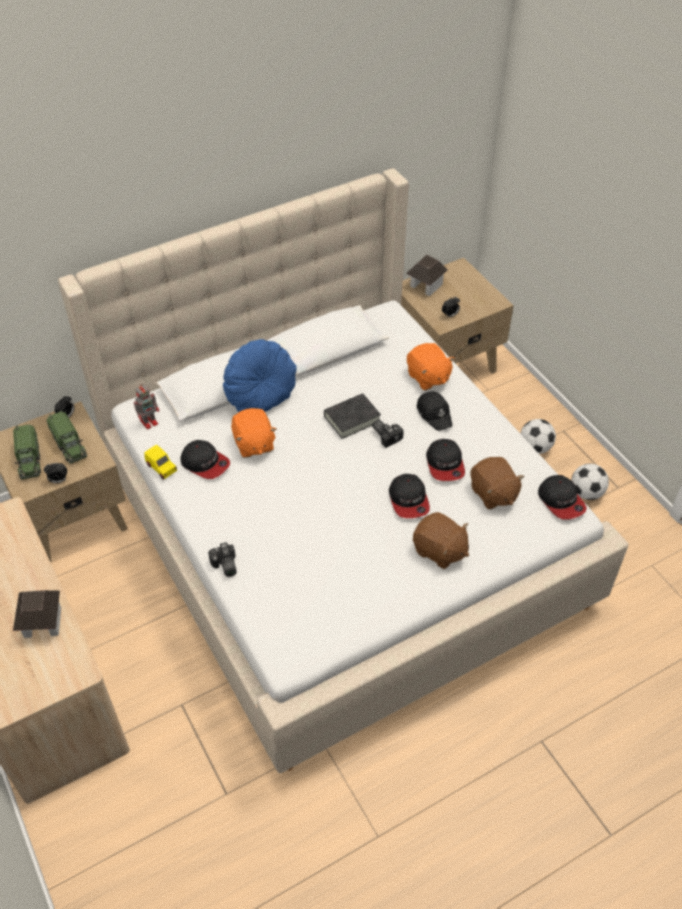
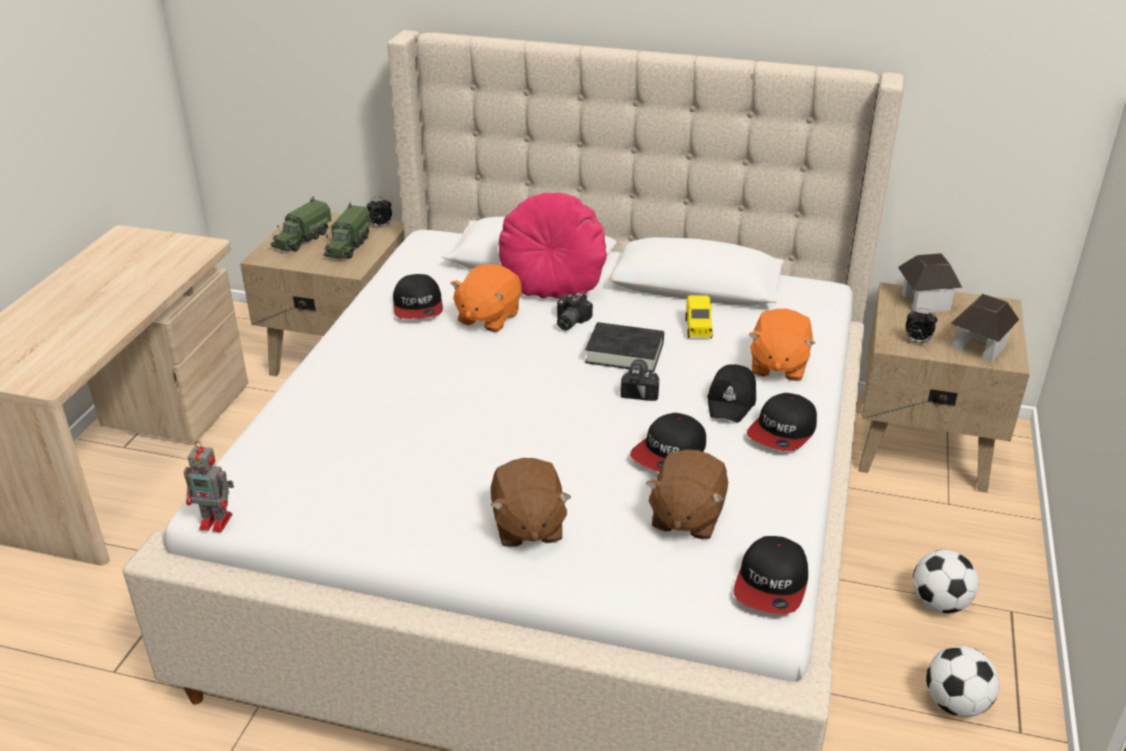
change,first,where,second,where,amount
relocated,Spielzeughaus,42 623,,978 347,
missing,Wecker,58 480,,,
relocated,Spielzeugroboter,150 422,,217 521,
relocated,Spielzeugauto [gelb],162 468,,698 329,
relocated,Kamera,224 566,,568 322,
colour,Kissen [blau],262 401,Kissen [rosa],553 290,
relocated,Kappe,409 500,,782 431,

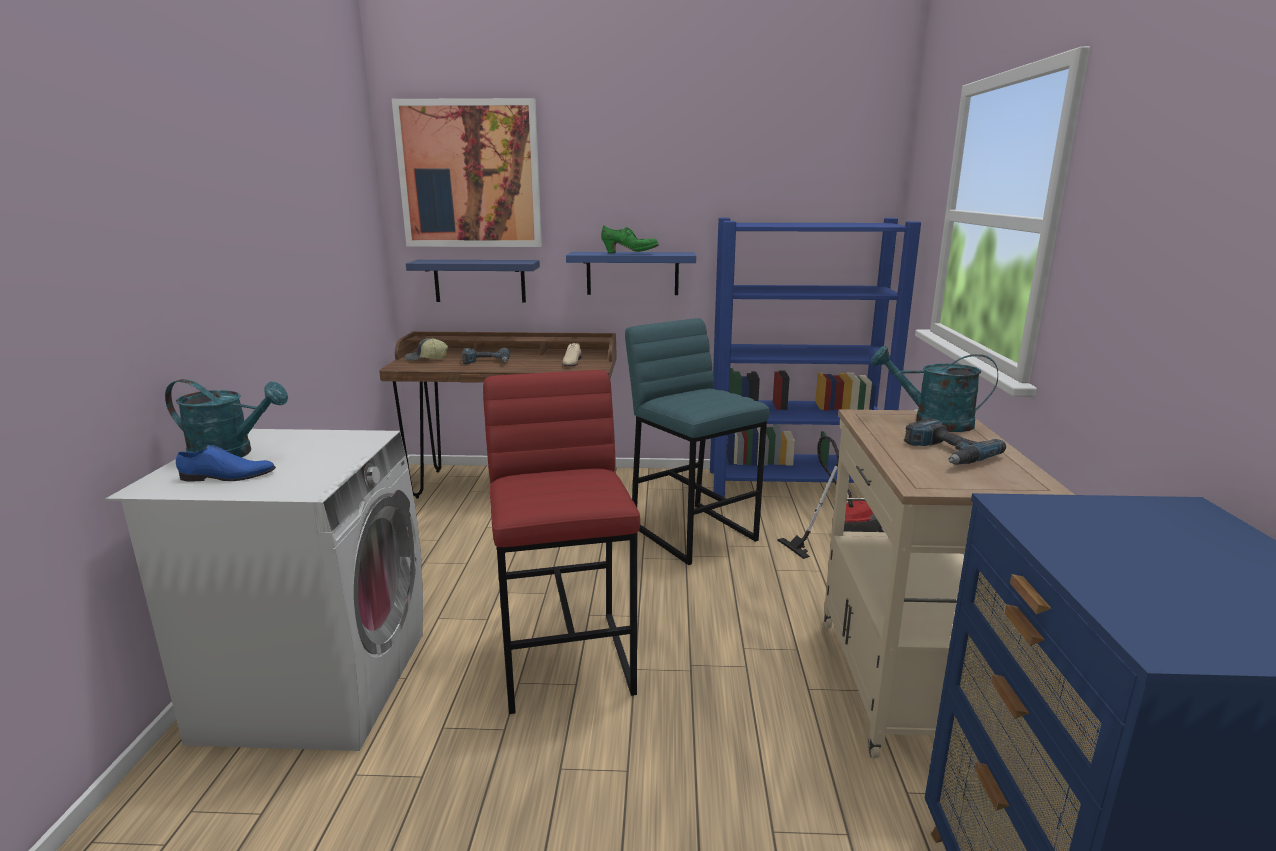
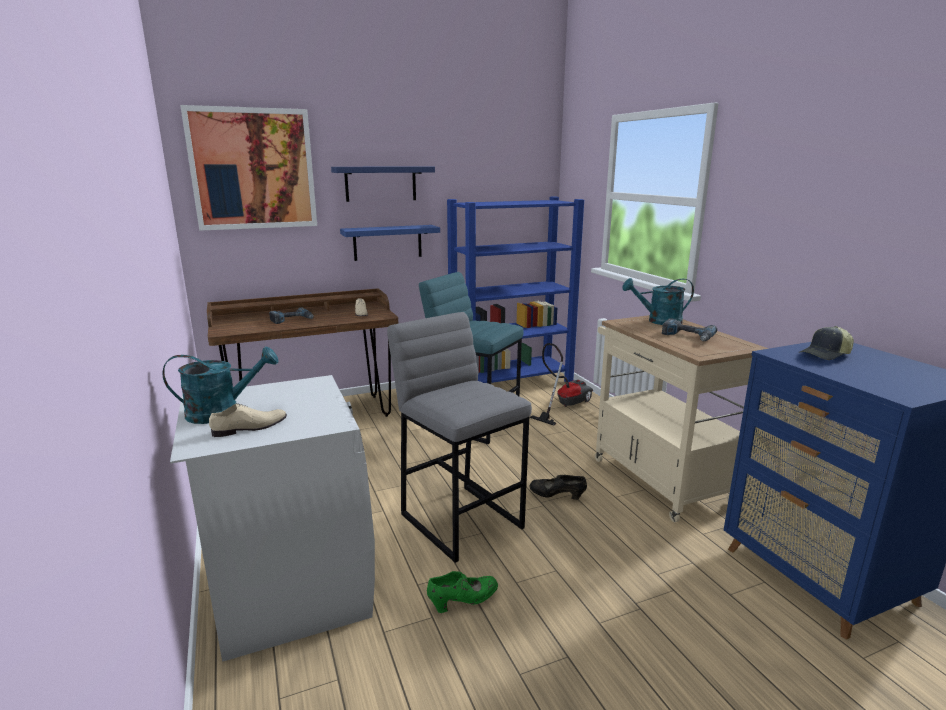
change,first,where,second,where,amount
colour,Schuh [blau],227 476,Schuh [beige],250 427,
relocated,Kappe,426 359,,826 355,
relocated,Wandregal [blau],479 281,,380 183,
colour,Hocker [rot],564 657,Hocker [grau],459 519,
relocated,Schuh [grün],629 253,,463 602,
appeared,,,Schuh [schwarz],557 496,

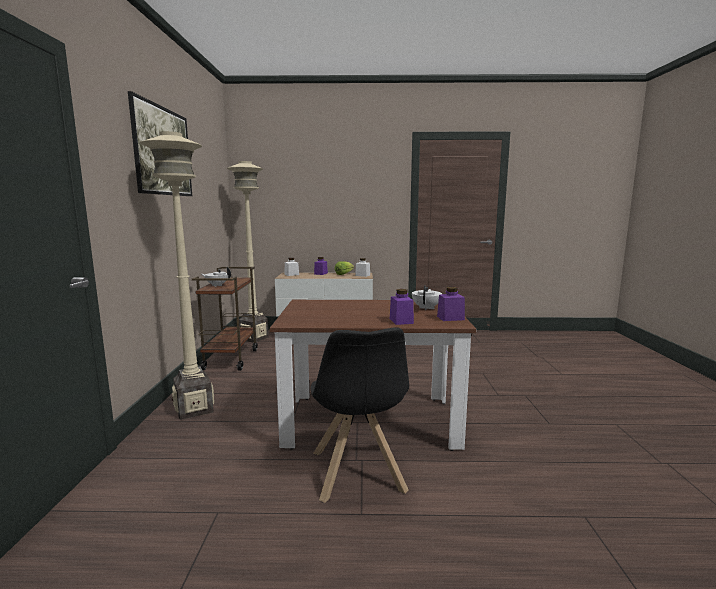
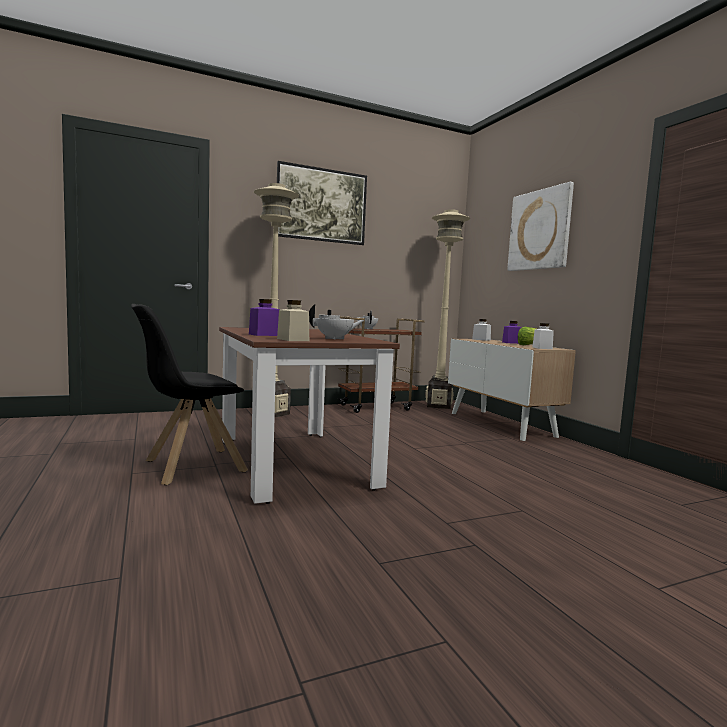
change,first,where,second,where,amount
colour,Vorratsglas [lila],450 318,Vorratsglas [beige],293 339,
appeared,,,Bild,540 230,

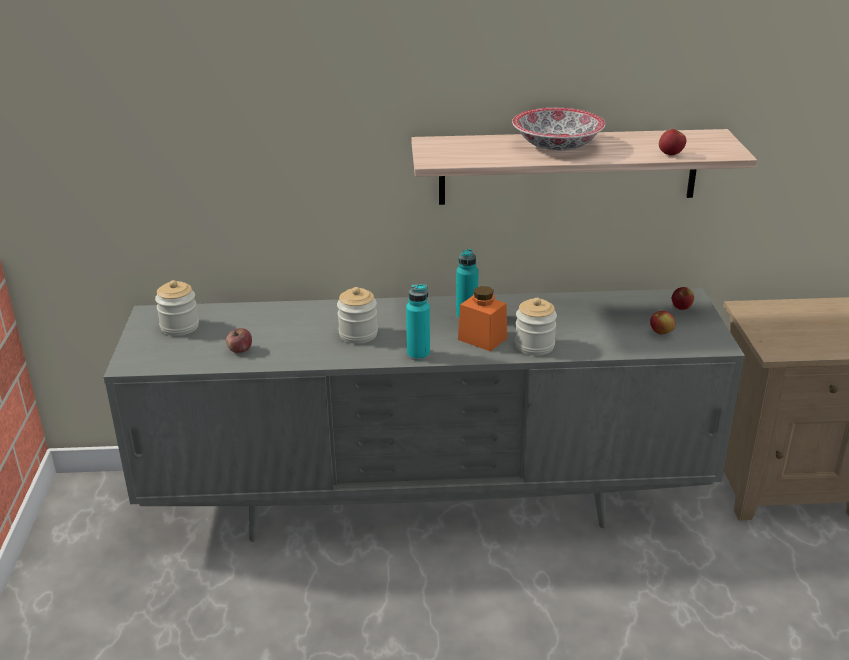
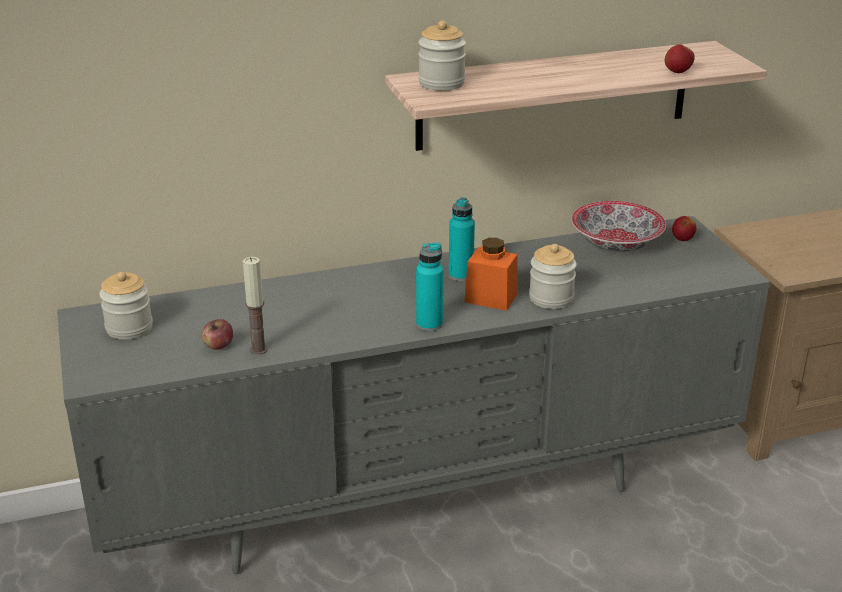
change,first,where,second,where,amount
relocated,Vorratsglas,358 334,,441 83,
relocated,Schüssel,556 146,,615 243,
missing,Apfel,661 333,,,
appeared,,,Kerze,258 349,

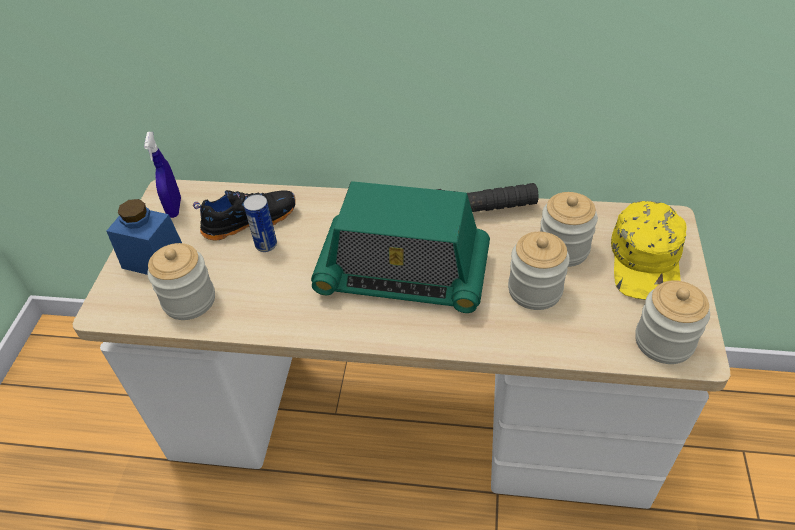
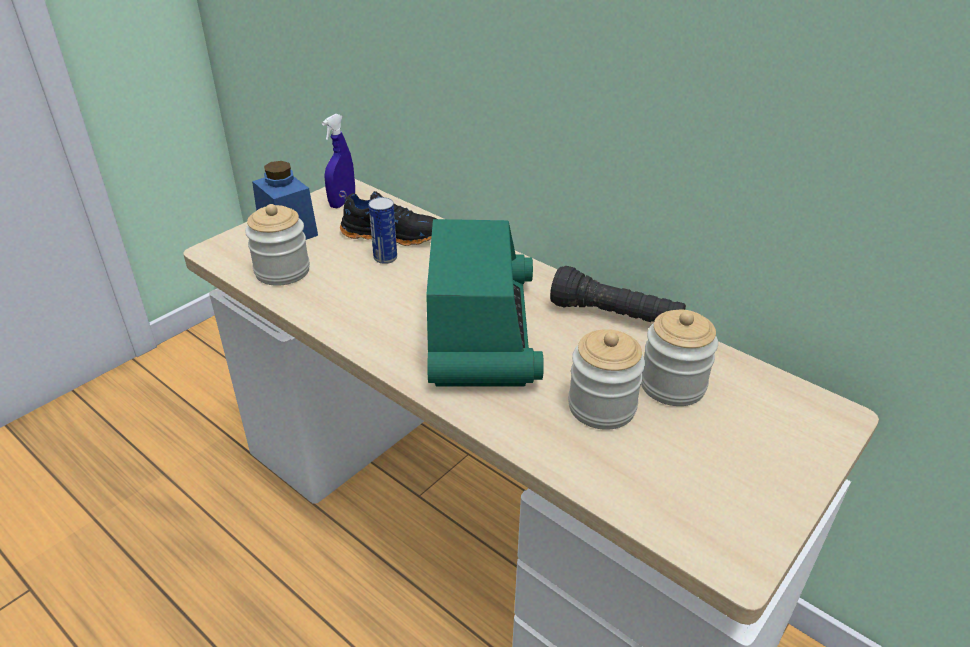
change,first,where,second,where,amount
spun,Radio,402 274,,481 332,135 degrees counterclockwise
missing,Kappe [gelb],647 261,,,
missing,Vorratsglas,664 341,,,

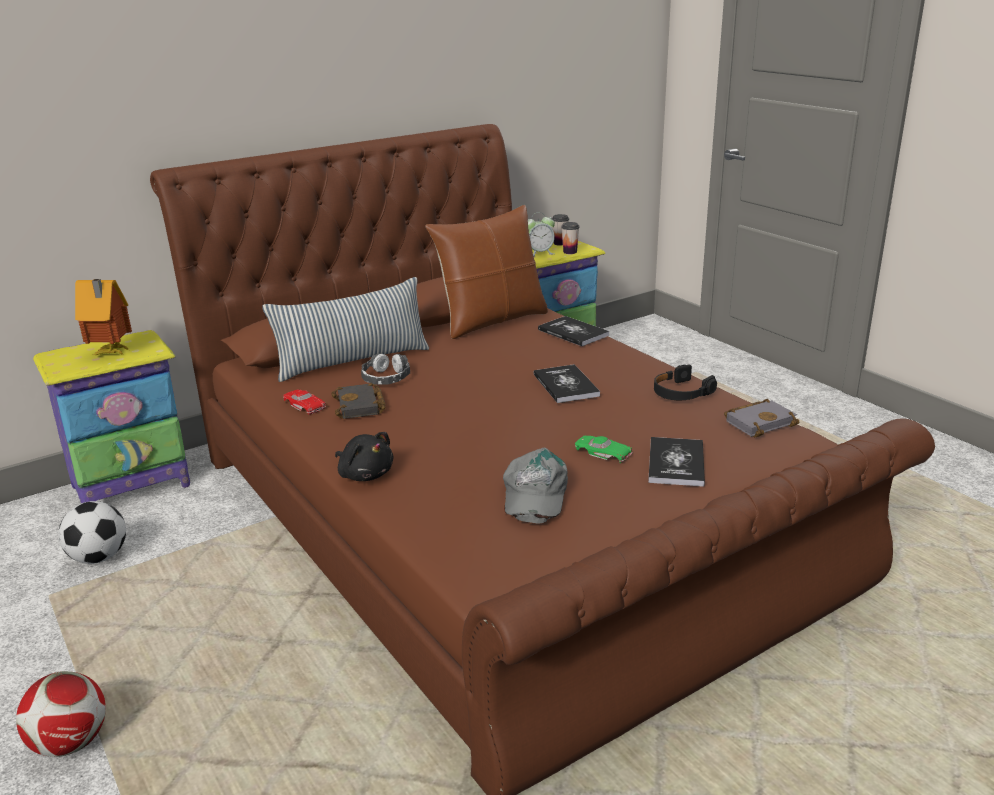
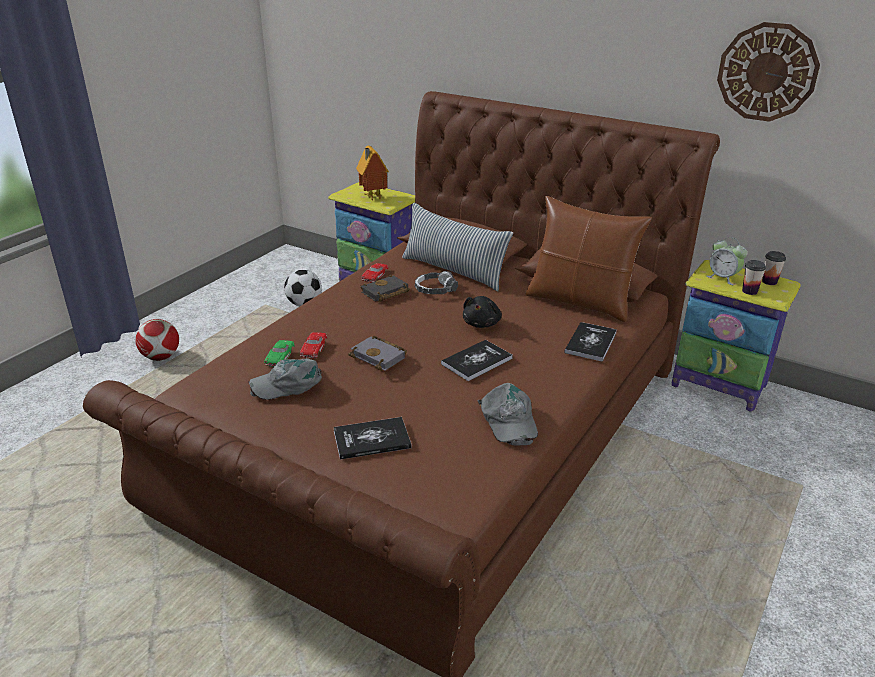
change,first,where,second,where,amount
relocated,Plüschtier [schwarz],365 474,,482 323,
relocated,Spielzeugauto [grün],603 452,,280 356,
exchanged,Kopfhörer [schwarz],681 392,Kappe [grau],508 421,
relocated,Buch [grau],760 422,,380 357,
appeared,,,Spielzeugauto [rot],314 348,
appeared,,,Wanduhr,767 72,

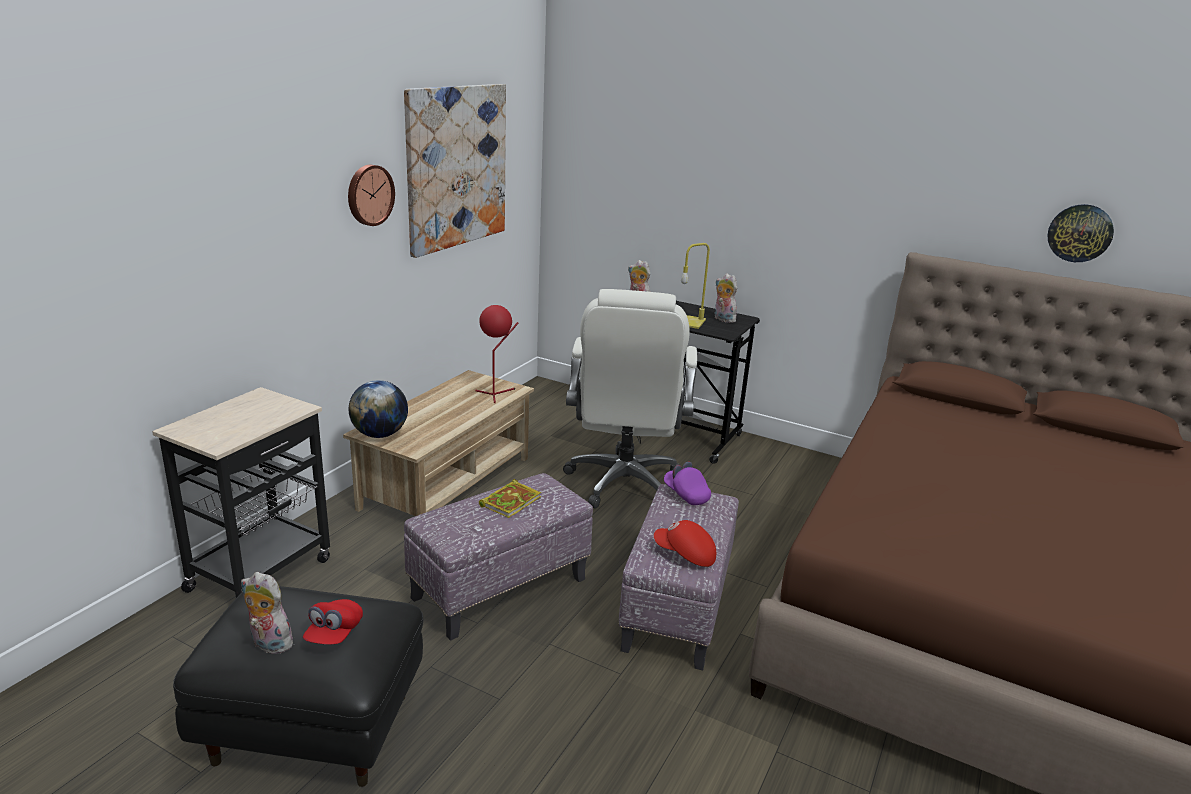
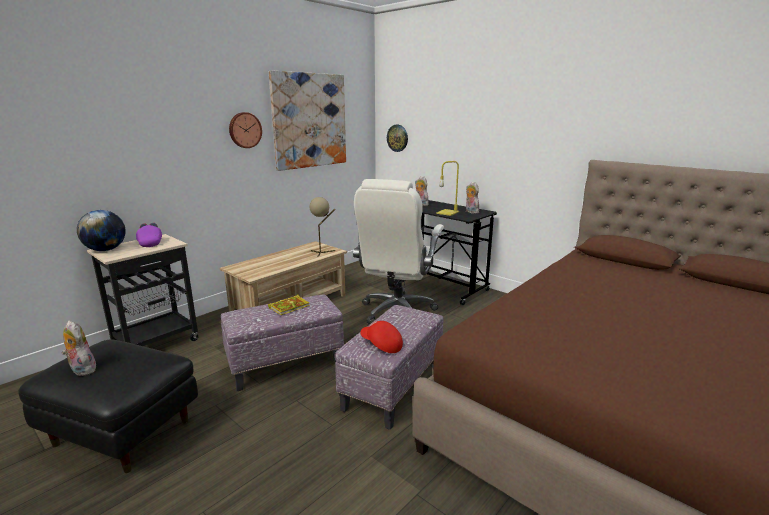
change,first,where,second,where,amount
missing,Kappe [rot],334 634,,,
relocated,Globus,380 434,,106 250,
colour,Tischlampe [rot],496 394,Tischlampe [beige],322 252,
relocated,Kappe [lila],686 494,,150 243,
relocated,Wanduhr,1080 233,,397 138,

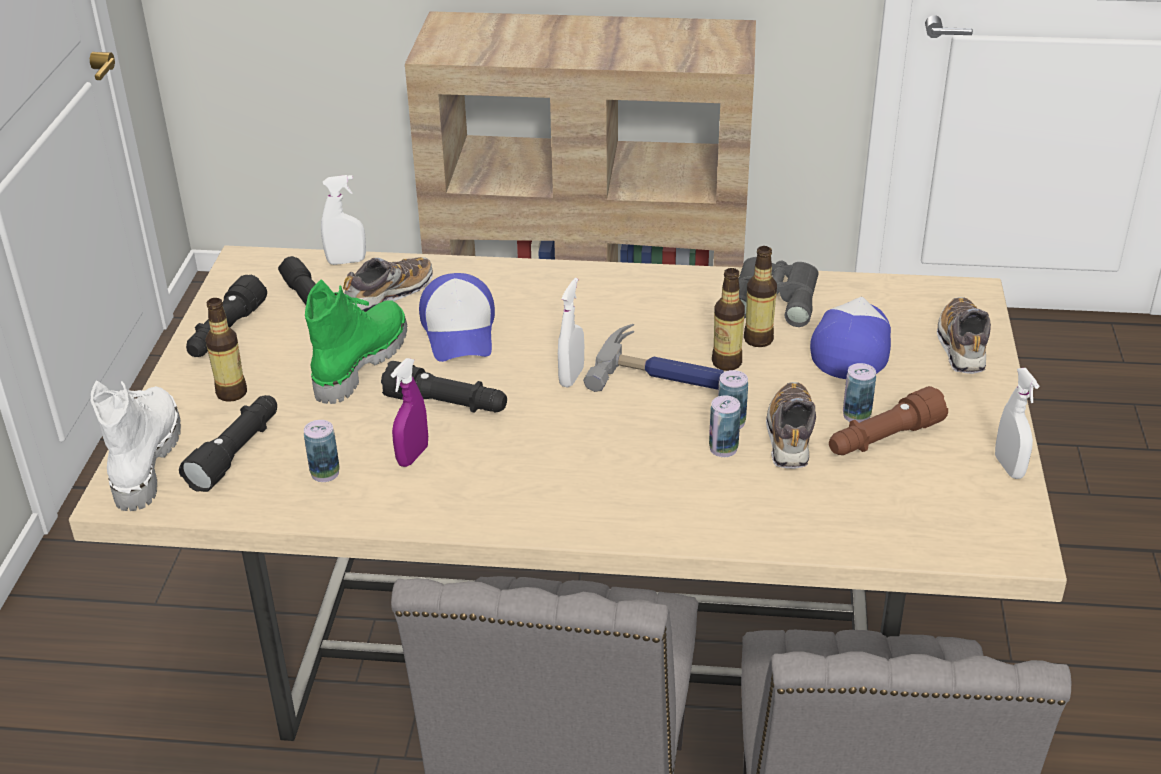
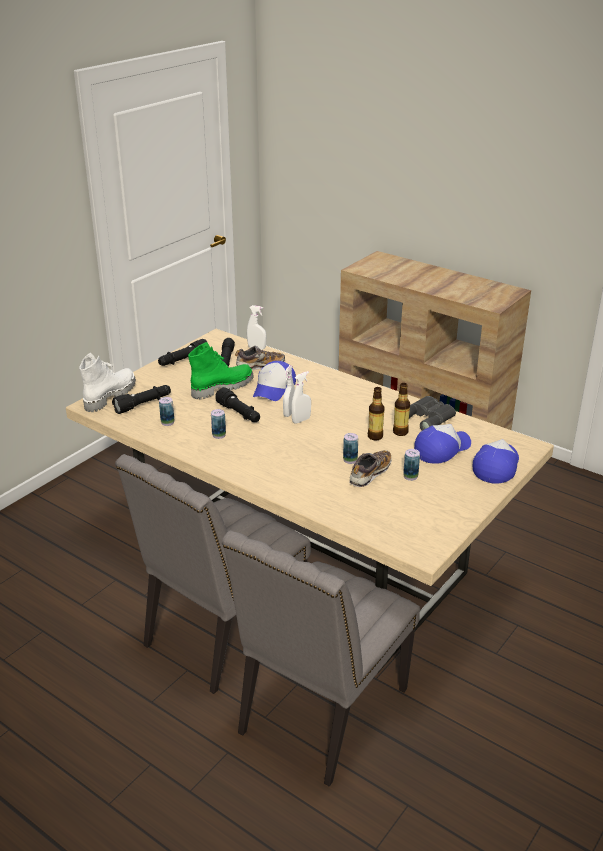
change,first,where,second,where,amount
missing,Flasche,232 393,,,
missing,Sprühflasche [lila],412 456,,,
missing,Hammer,662 373,,,
relocated,Dose,723 448,,219 435,
missing,Taschenlampe [braun],883 439,,,
exchanged,Schuh,962 346,Kappe,496 466,
relocated,Sprühflasche [weiß],1009 467,,289 413,

